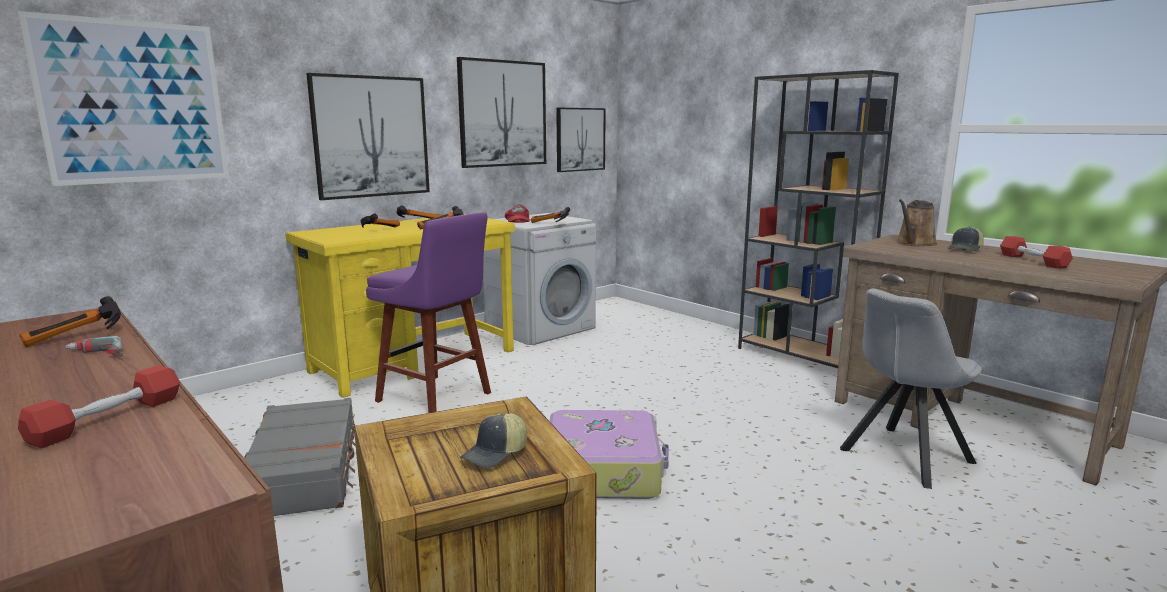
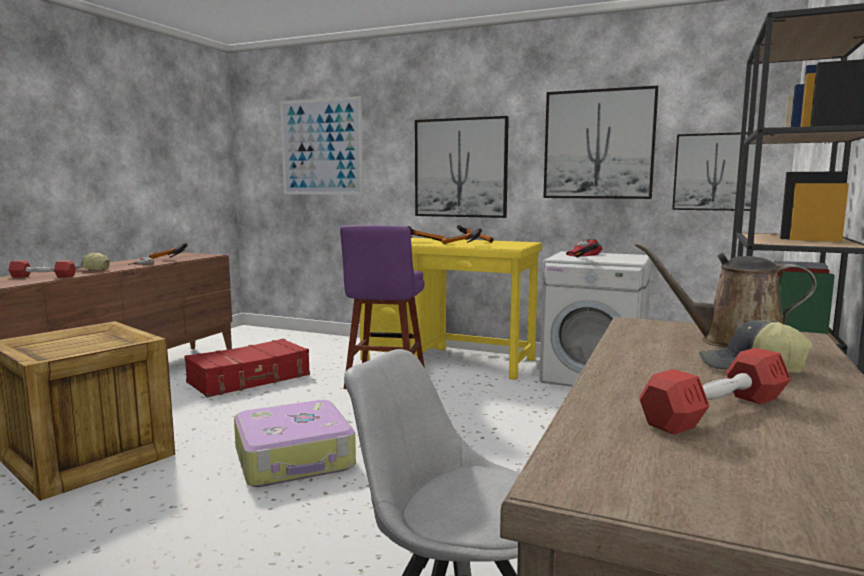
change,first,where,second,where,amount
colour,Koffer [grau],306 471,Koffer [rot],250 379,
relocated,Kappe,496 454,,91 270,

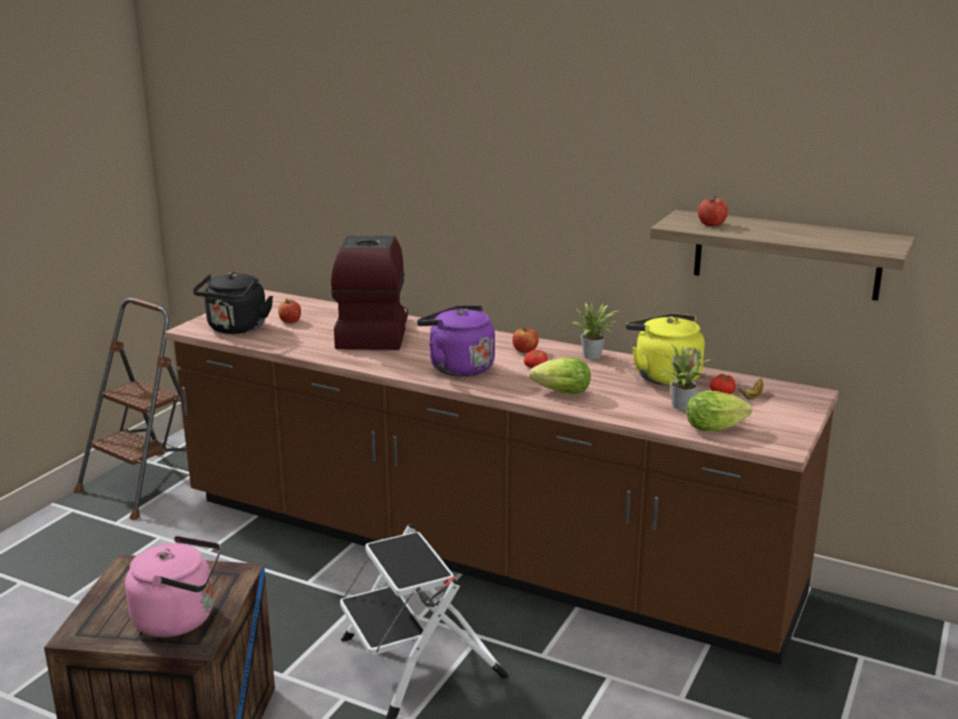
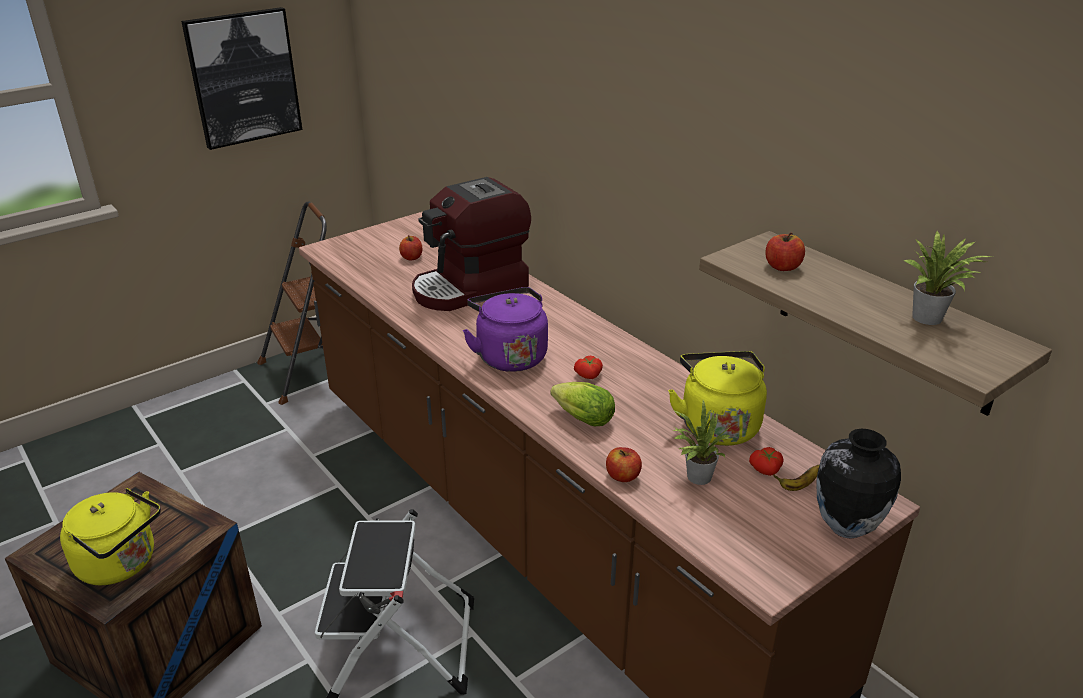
change,first,where,second,where,amount
colour,Wasserkessel [rosa],180 618,Wasserkessel [gelb],122 564,
missing,Wasserkessel [schwarz],236 329,,,
spun,Kaffeemaschine,372 332,,471 288,150 degrees counterclockwise
relocated,Apfel,525 350,,623 476,
relocated,Topfpflanze,594 356,,931 319,
missing,Salatkopf,718 428,,,
appeared,,,Bild,243 77,
appeared,,,Vase,845 527,

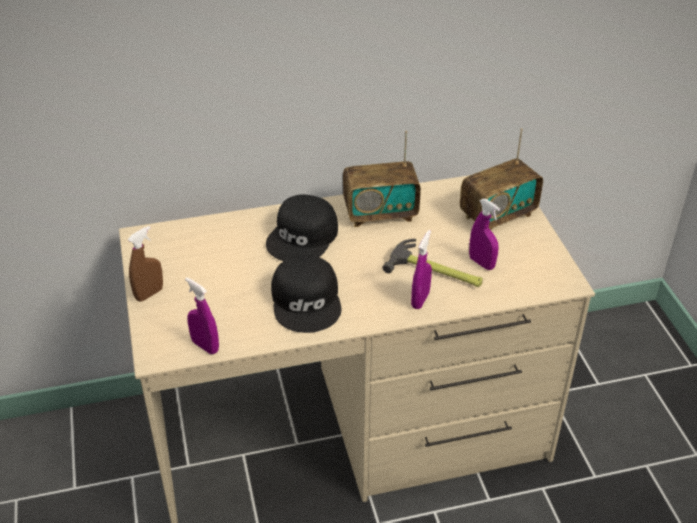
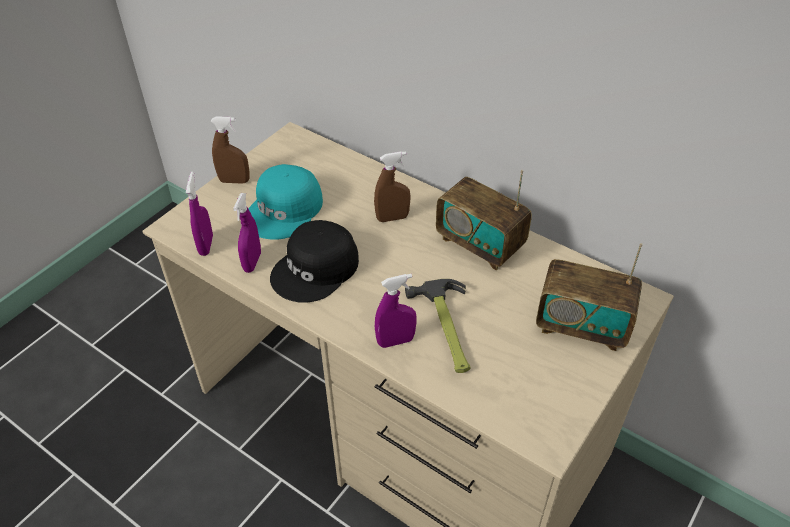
change,first,where,second,where,amount
exchanged,Kappe [schwarz],303 237,Sprühflasche [braun],392 218,
relocated,Sprühflasche [lila],481 263,,252 262,
appeared,,,Kappe [türkis],285 210,

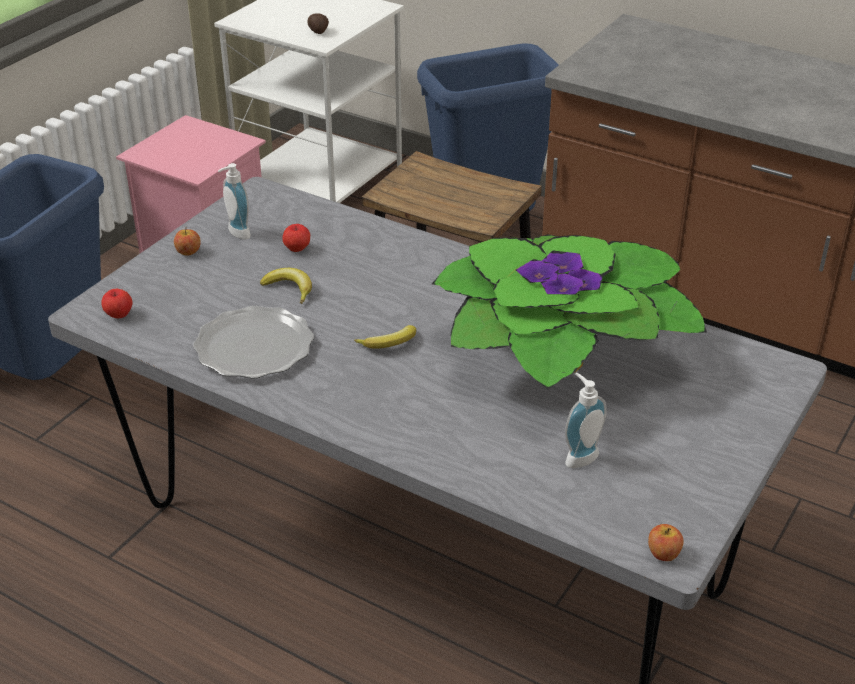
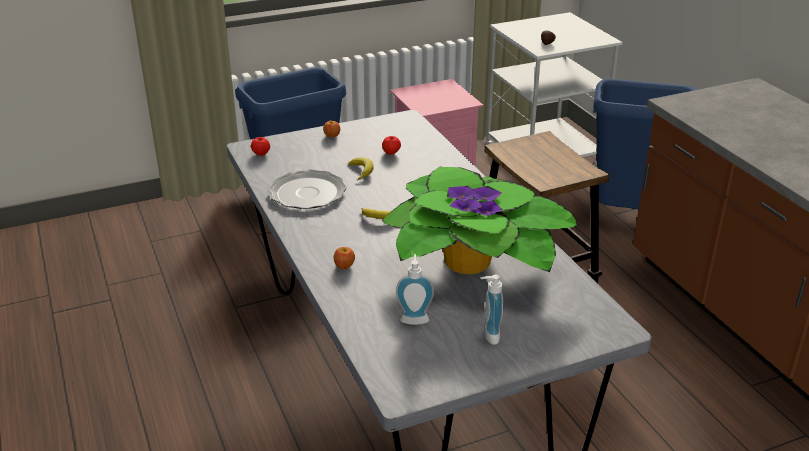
change,first,where,second,where,amount
relocated,Seifenspender,236 234,,488 335,
relocated,Apfel,663 554,,344 266,

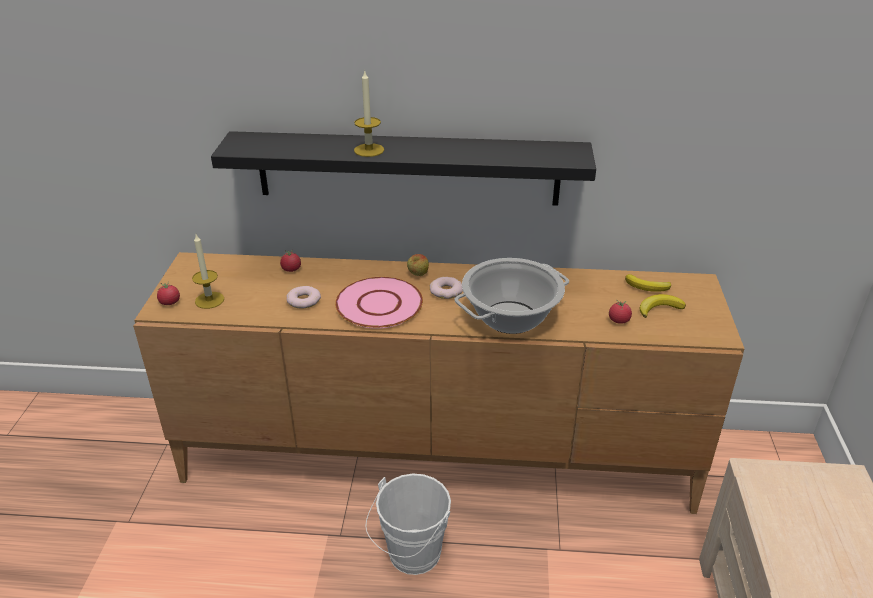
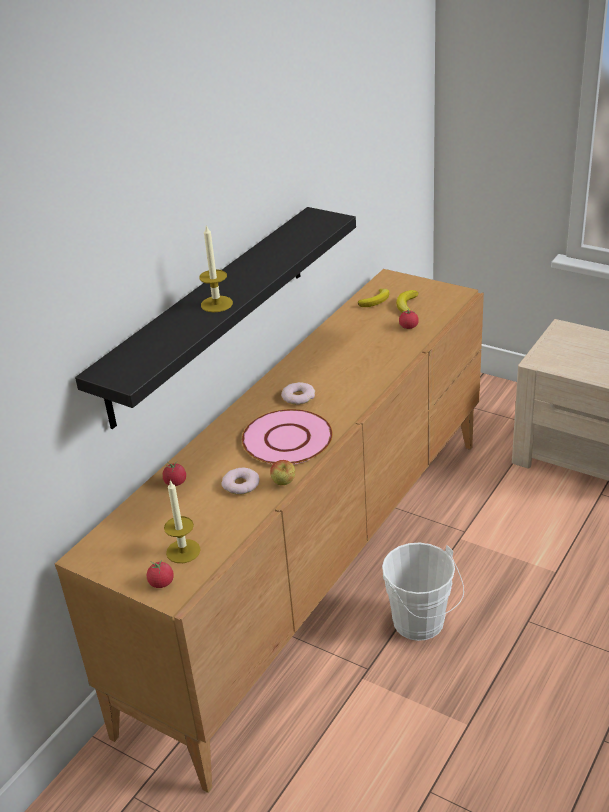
change,first,where,second,where,amount
relocated,Apfel,418 275,,284 483,
missing,Kochtopf,511 317,,,

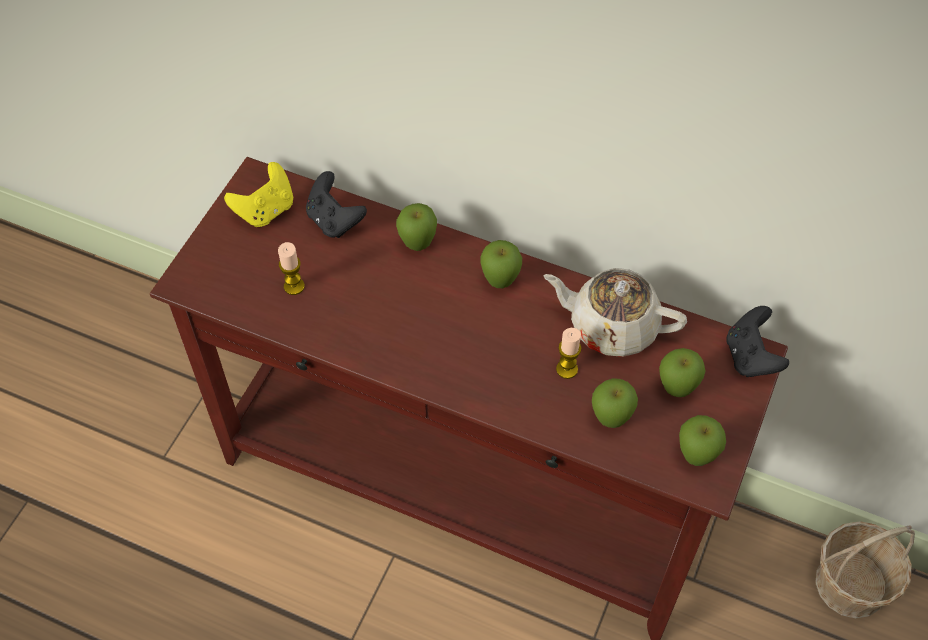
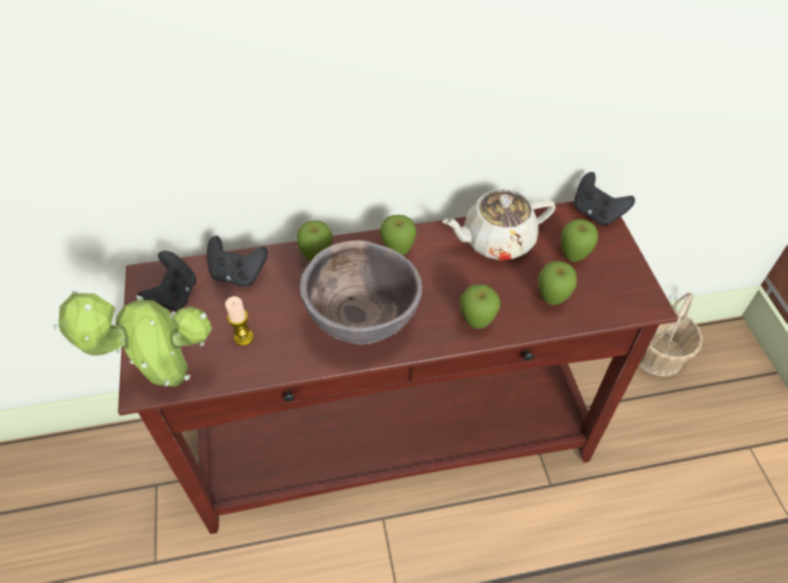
change,first,where,second,where,amount
colour,Gamepad [gelb],266 210,Gamepad [schwarz],174 295,
missing,Kerze,567 369,,,
relocated,Apfel,695 457,,476 323,
appeared,,,Topfpflanze,167 381,
appeared,,,Schüssel [braun],363 324,

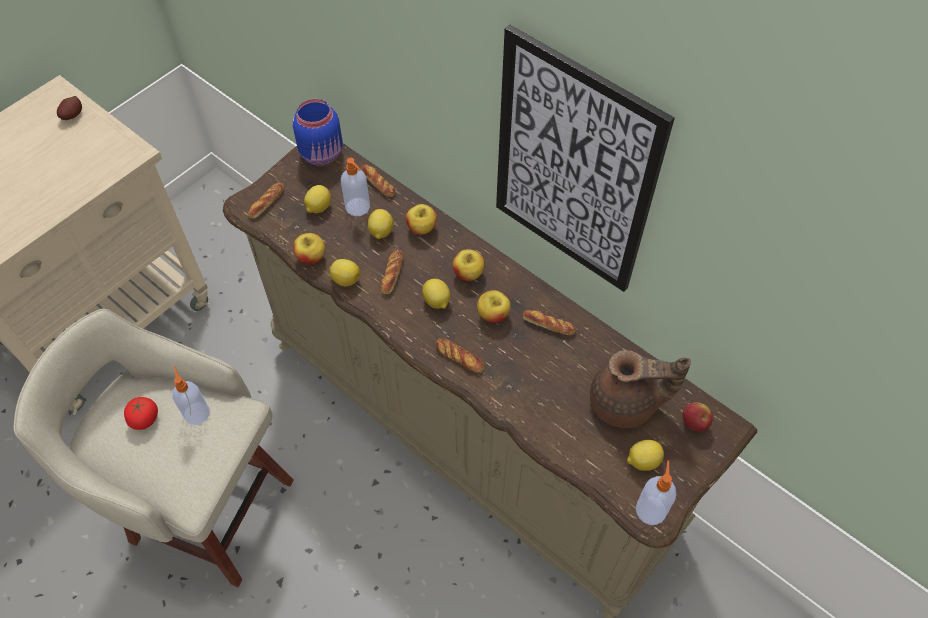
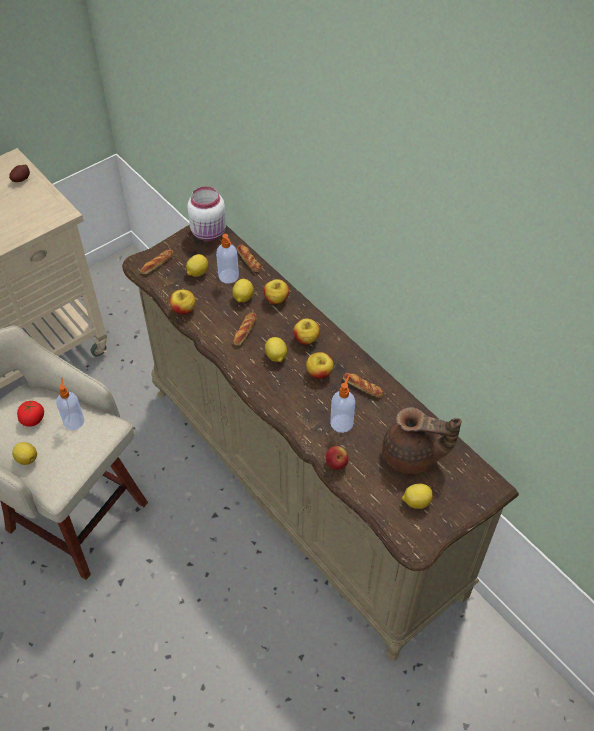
change,first,where,second,where,amount
colour,Vorratsglas [blau],323 154,Vorratsglas [weiß],209 233,
relocated,Zitrone,345 279,,26 458,
missing,Brot,459 357,,,
missing,Bild,573 167,,,
relocated,Seifenspender,650 509,,342 422,
relocated,Apfel,694 423,,336 464,

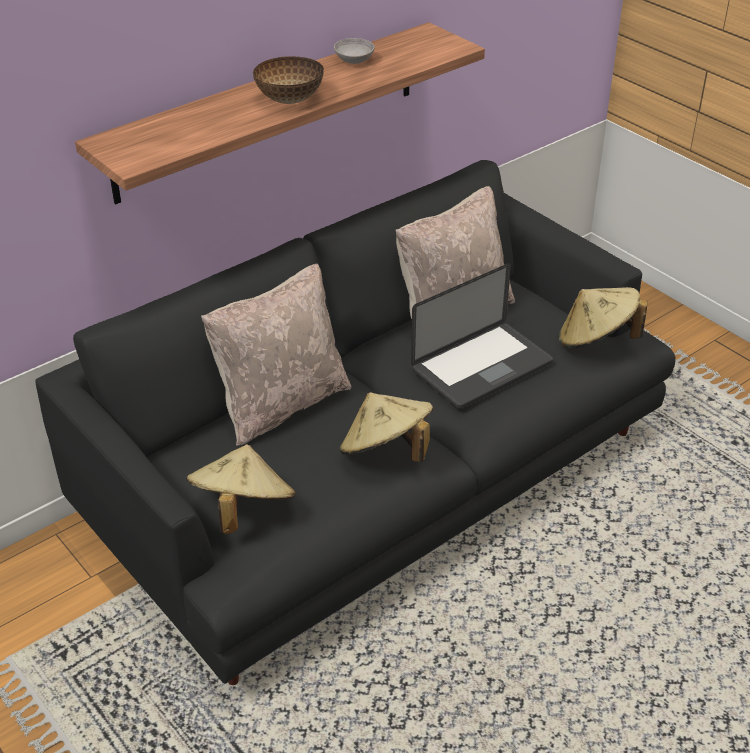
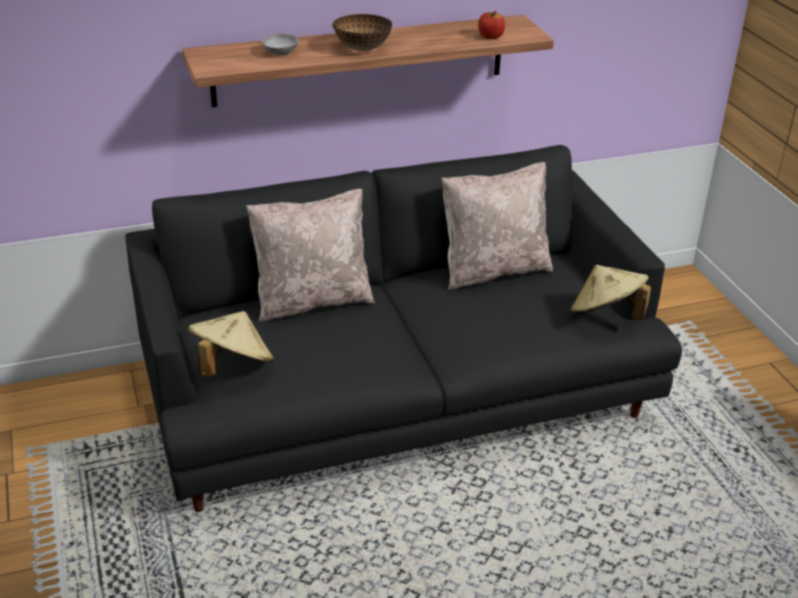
change,first,where,second,where,amount
relocated,Schüssel [grau],354 61,,280 53,
missing,Hut [beige],386 452,,,
missing,Laptop,482 367,,,
appeared,,,Apfel,490 37,

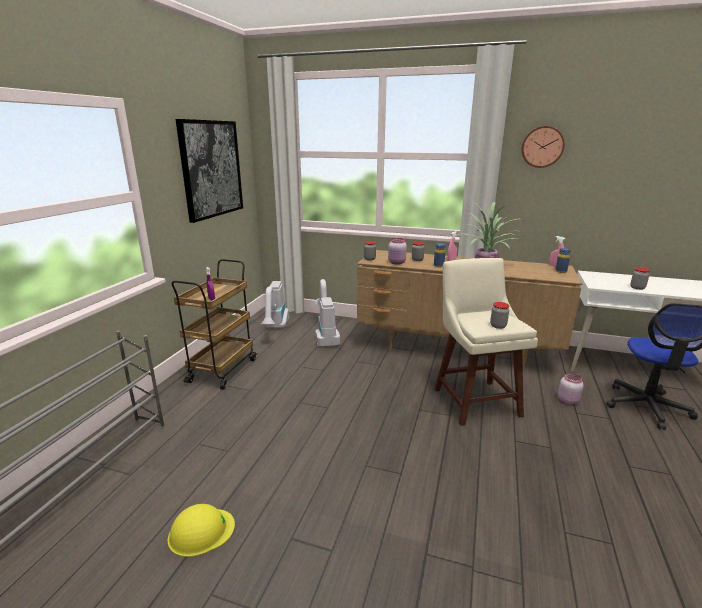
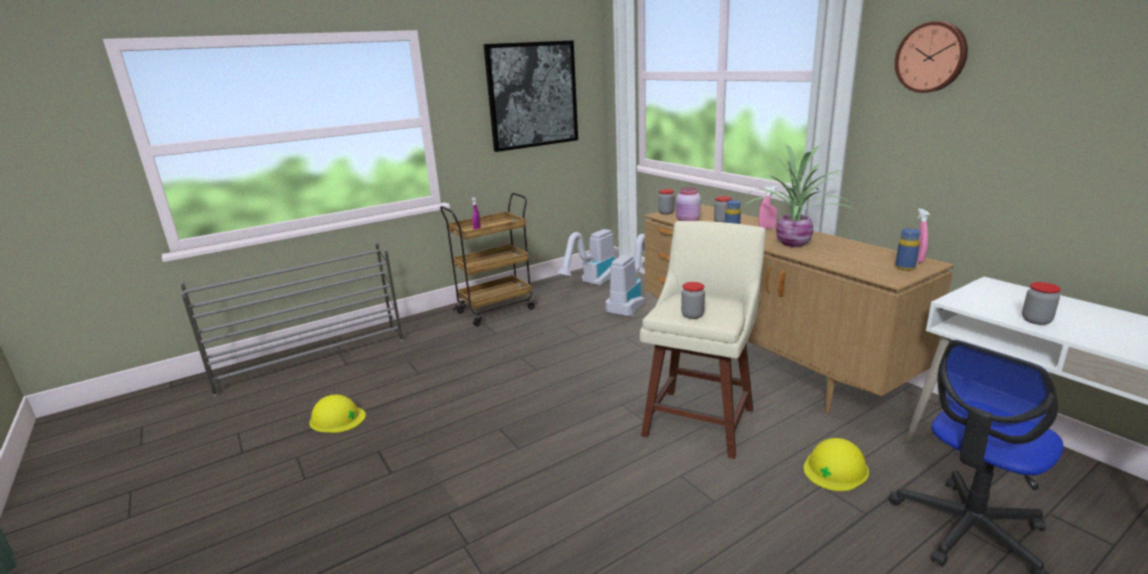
change,first,where,second,where,amount
exchanged,Vorratsglas [rosa],568 400,Schutzhelm [gelb],835 468,

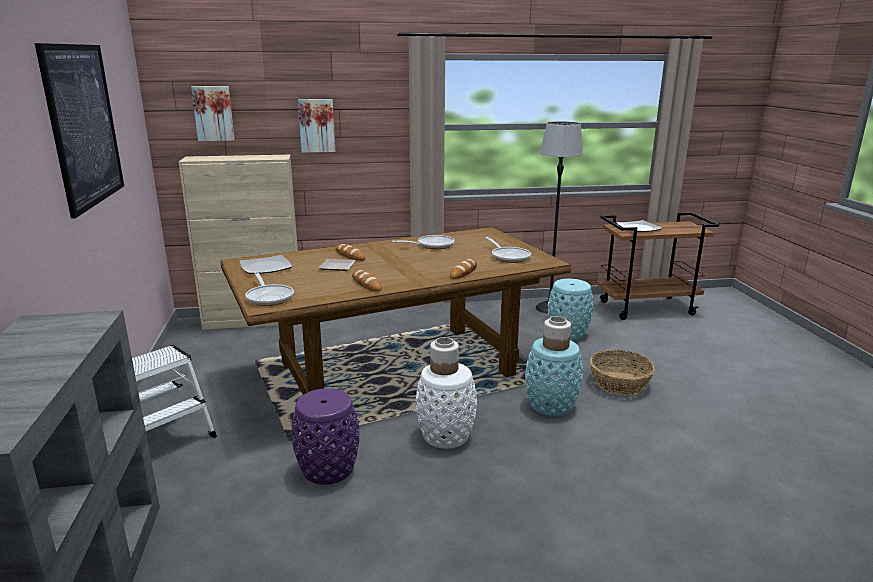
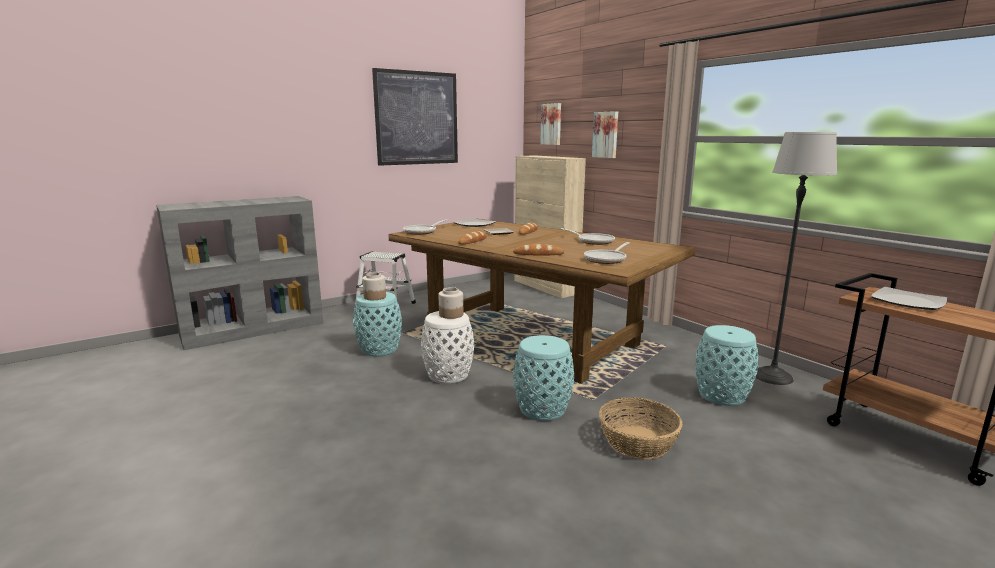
change,first,where,second,where,amount
colour,Hocker [lila],328 469,Hocker [türkis],379 349,
relocated,Vorratsglas,555 345,,375 297,

